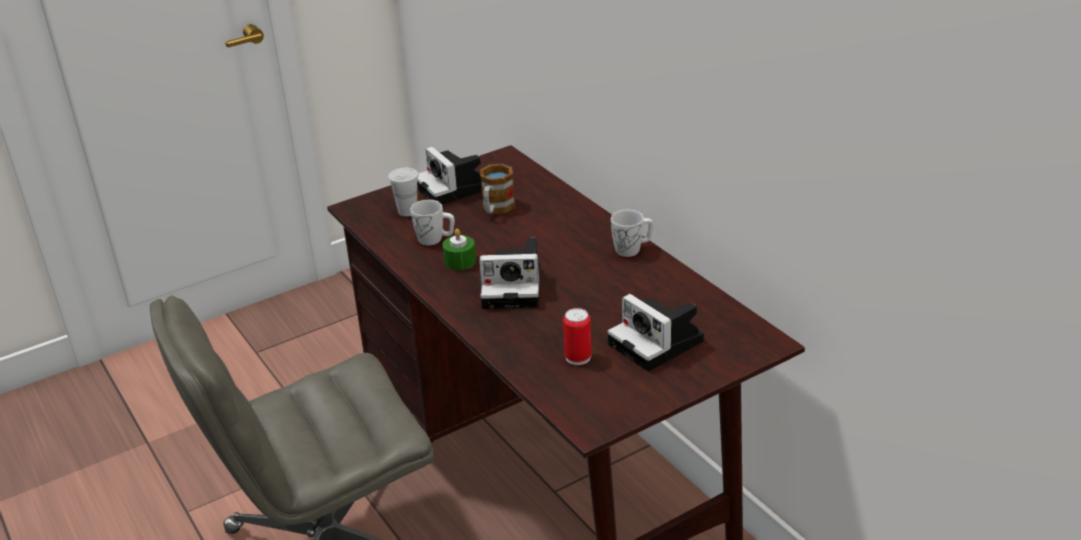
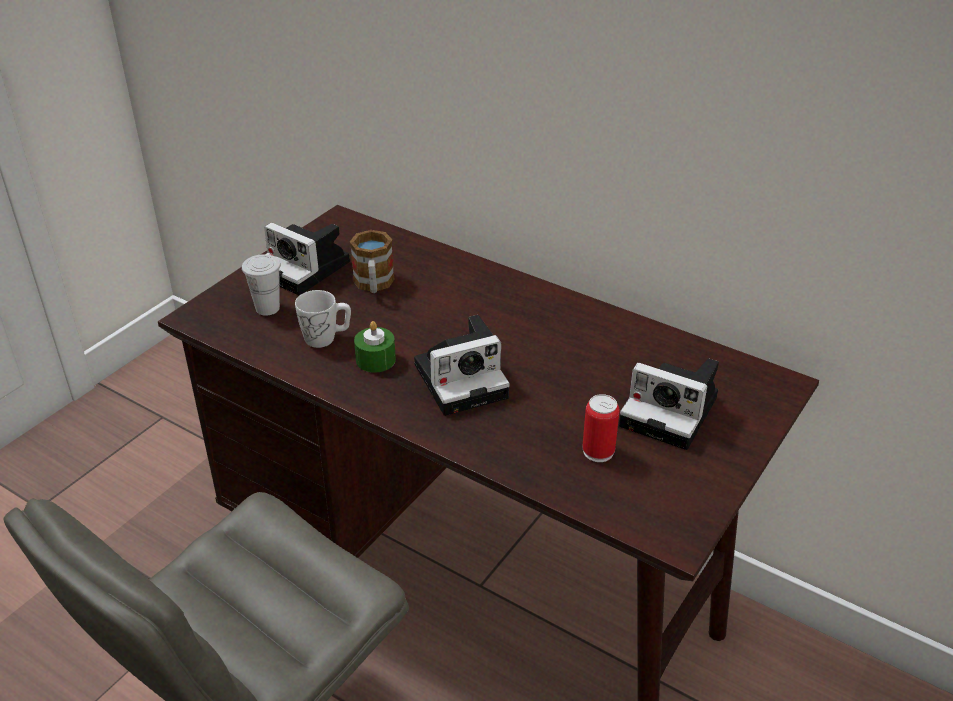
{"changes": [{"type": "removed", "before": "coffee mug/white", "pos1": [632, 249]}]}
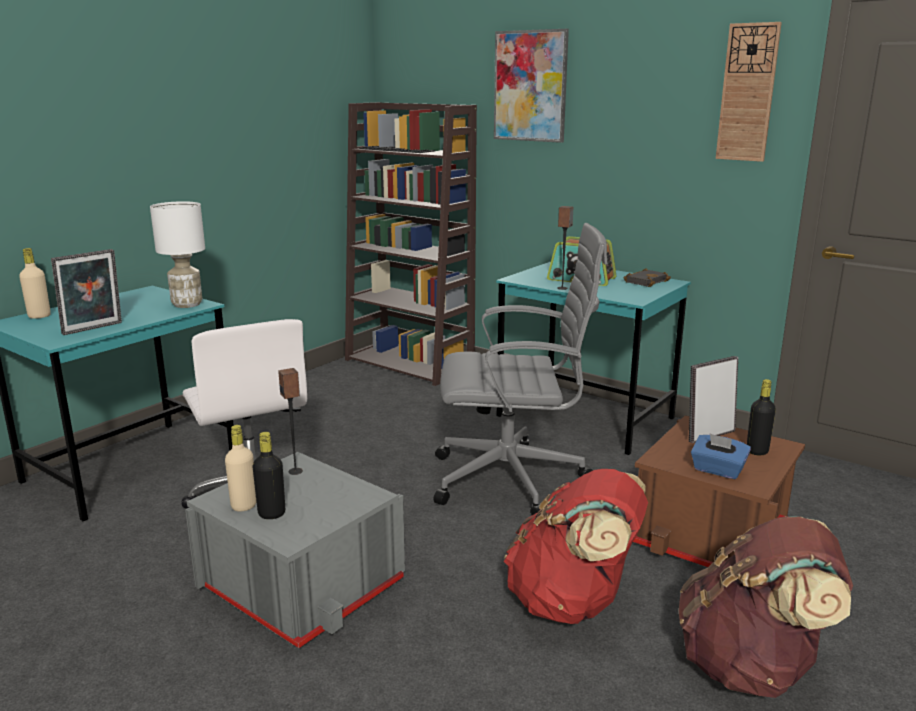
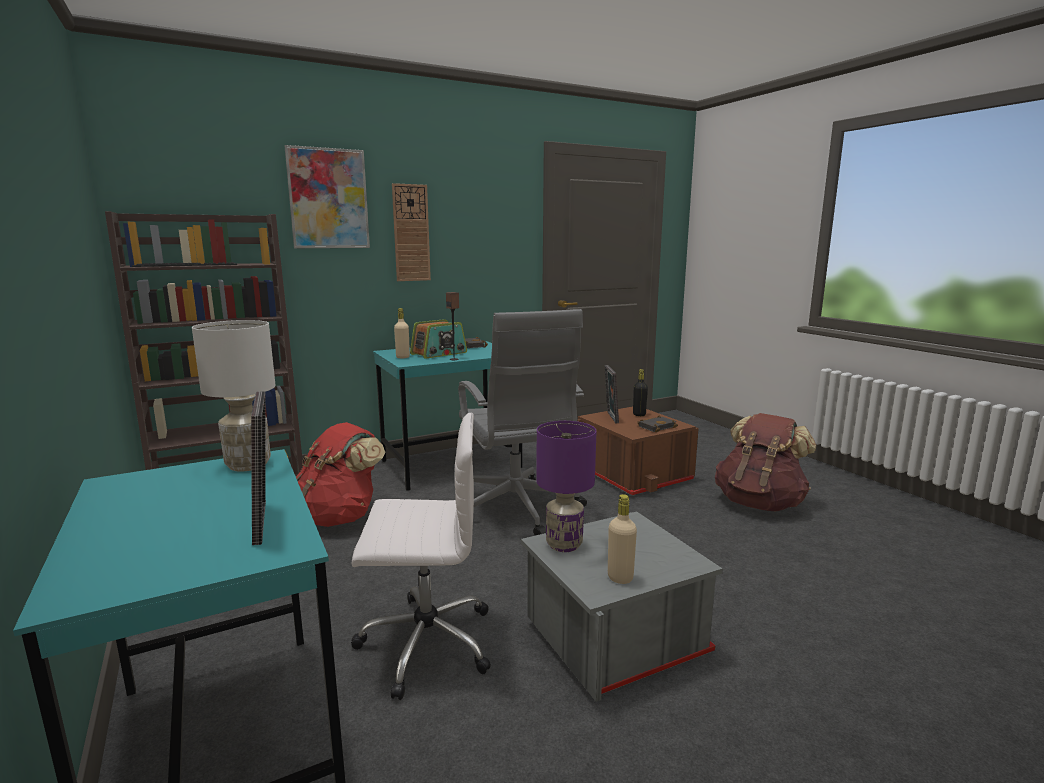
{"changes": [{"type": "removed", "before": "bottle/black-coloured", "pos1": [271, 514]}, {"type": "moved", "before": "bottle/sand-coloured", "pos1": [39, 316], "pos2": [402, 357]}, {"type": "moved", "before": "rucksack/red", "pos1": [573, 602], "pos2": [339, 517]}, {"type": "moved", "before": "clock on the wall", "pos1": [747, 93], "pos2": [411, 233]}, {"type": "replaced", "before": "speaker", "after": "lamp for a table/purple-coloured", "pos1": [296, 471], "pos2": [564, 544]}, {"type": "replaced", "before": "tissue holder/bluish", "after": "book/black-coloured", "pos1": [717, 470], "pos2": [656, 426]}, {"type": "turned", "before": "desk chair/grey", "pos1": [513, 479], "pos2": [516, 510], "turn": 135}]}
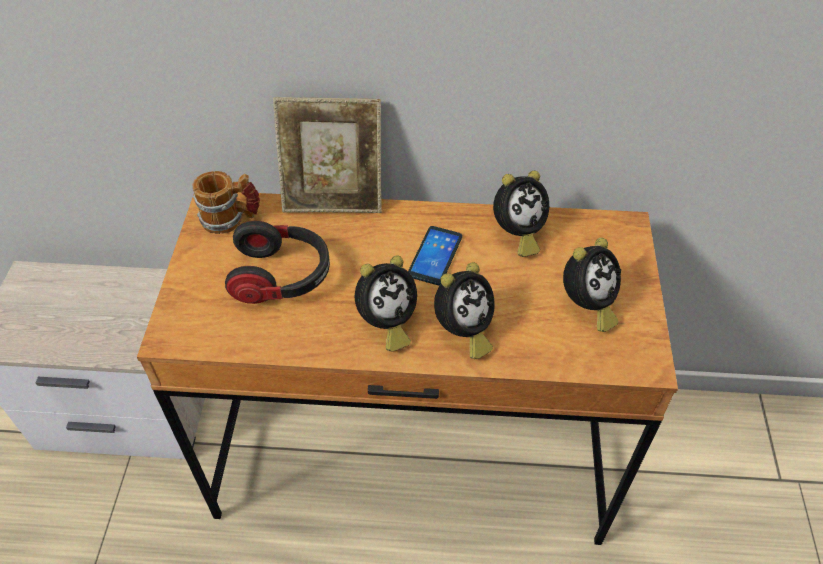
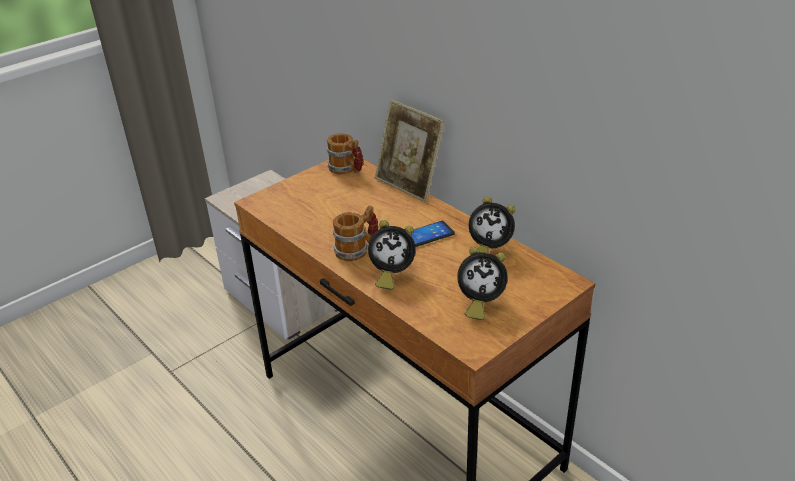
{"changes": [{"type": "removed", "before": "pair of headphones", "pos1": [282, 277]}, {"type": "replaced", "before": "table clock", "after": "coffee mug", "pos1": [386, 324], "pos2": [357, 249]}]}
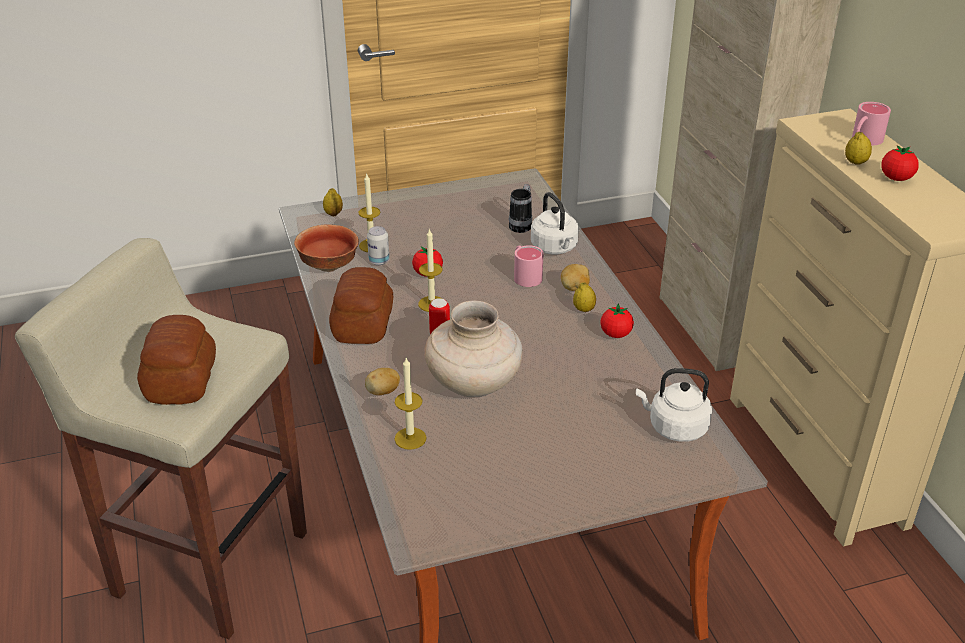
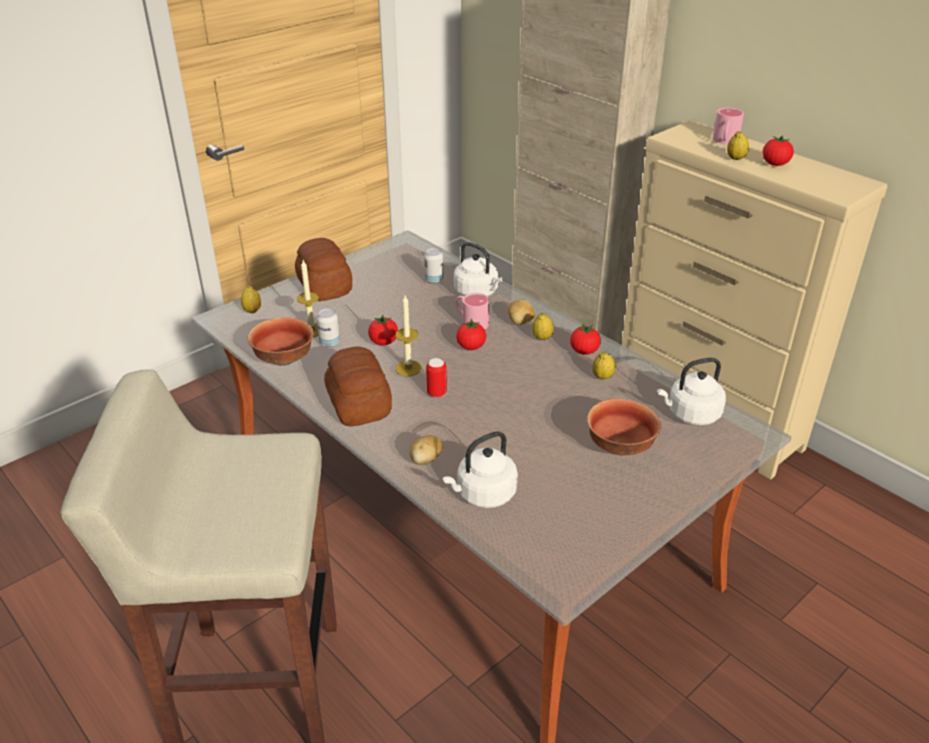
{"changes": [{"type": "removed", "before": "decorative vase/sand-coloured", "pos1": [474, 385]}, {"type": "added", "after": "whole tomato", "pos2": [471, 347]}, {"type": "added", "after": "serving bowl", "pos2": [620, 446]}, {"type": "added", "after": "lemon", "pos2": [602, 377]}, {"type": "moved", "before": "bakery bread", "pos1": [182, 380], "pos2": [325, 286]}, {"type": "replaced", "before": "wax light", "after": "tea kettle/white", "pos1": [410, 438], "pos2": [483, 494]}, {"type": "replaced", "before": "coffee mug", "after": "sealed can", "pos1": [522, 225], "pos2": [434, 280]}]}
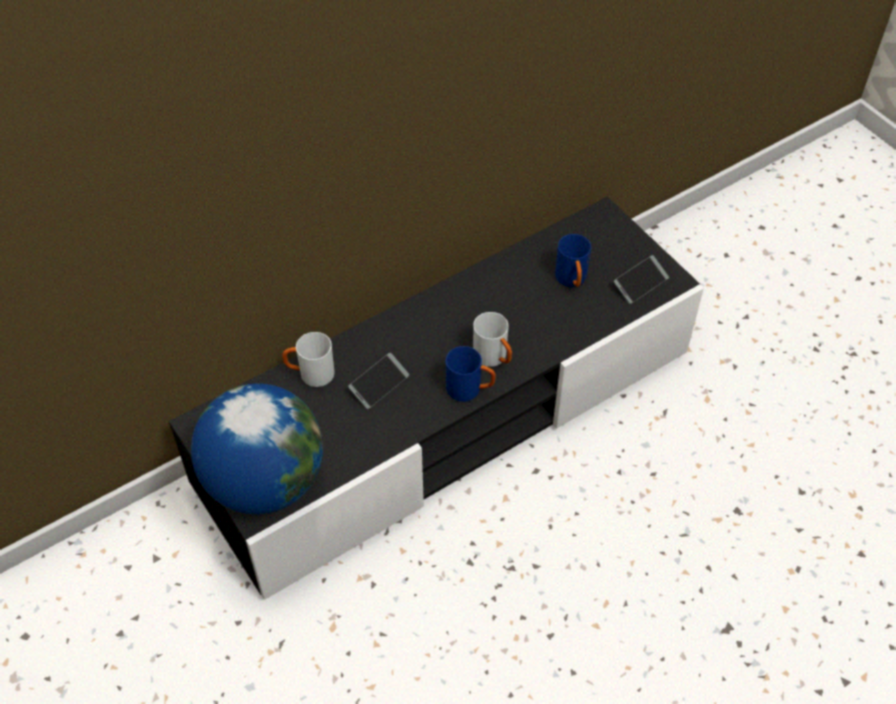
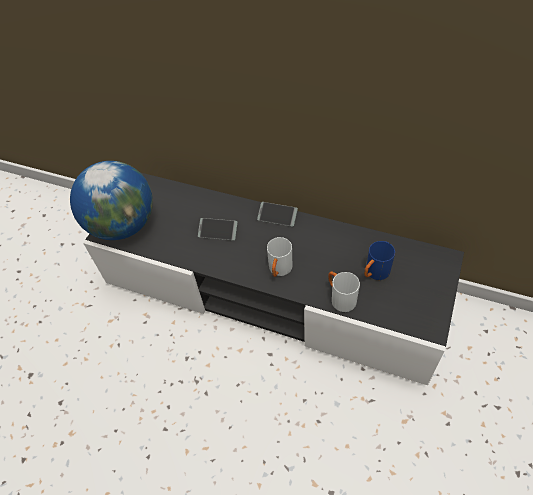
{"changes": [{"type": "removed", "before": "coffee mug/bluish", "pos1": [470, 390]}, {"type": "moved", "before": "coffee mug/white", "pos1": [310, 374], "pos2": [340, 298]}, {"type": "moved", "before": "handset", "pos1": [640, 283], "pos2": [277, 217]}]}
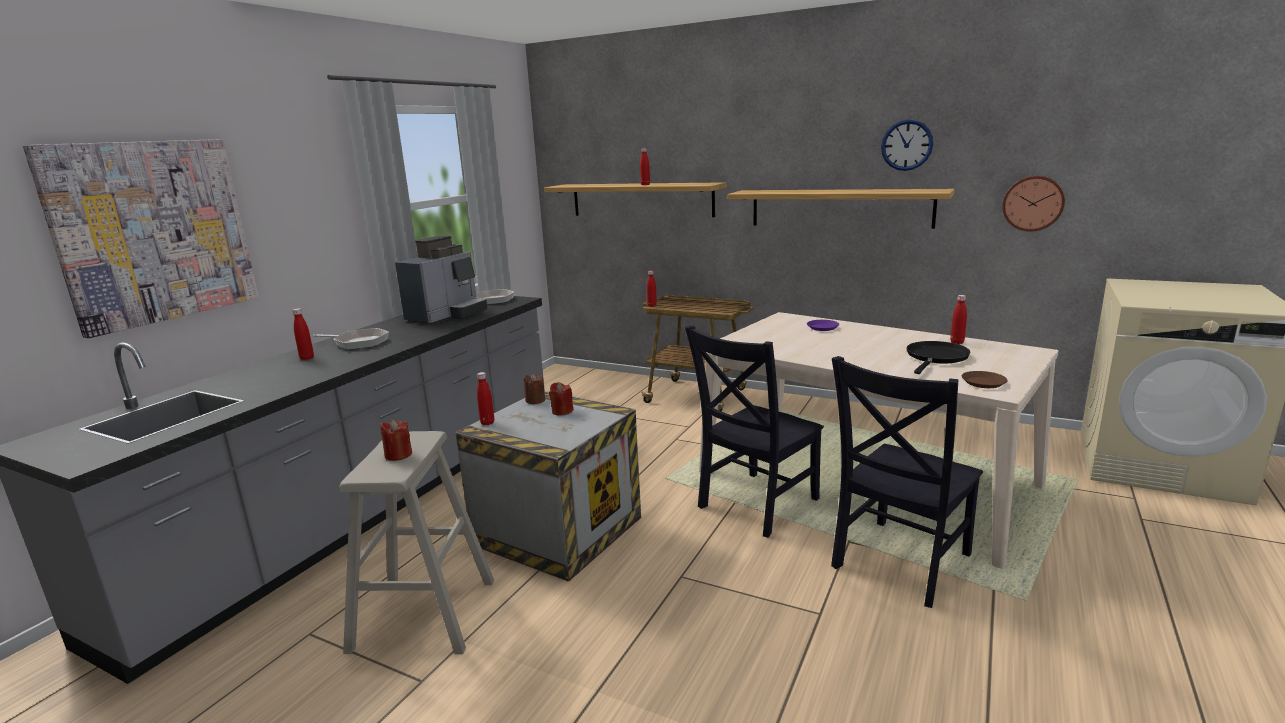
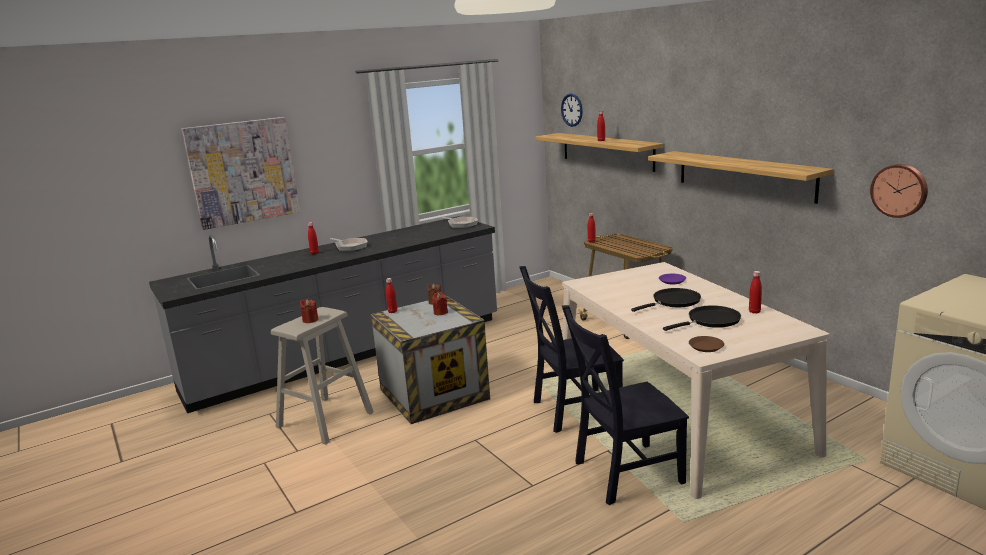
{"changes": [{"type": "removed", "before": "coffee machine", "pos1": [447, 315]}, {"type": "added", "after": "pan/black-coloured", "pos2": [673, 302]}, {"type": "moved", "before": "clock on the wall", "pos1": [906, 145], "pos2": [572, 110]}]}
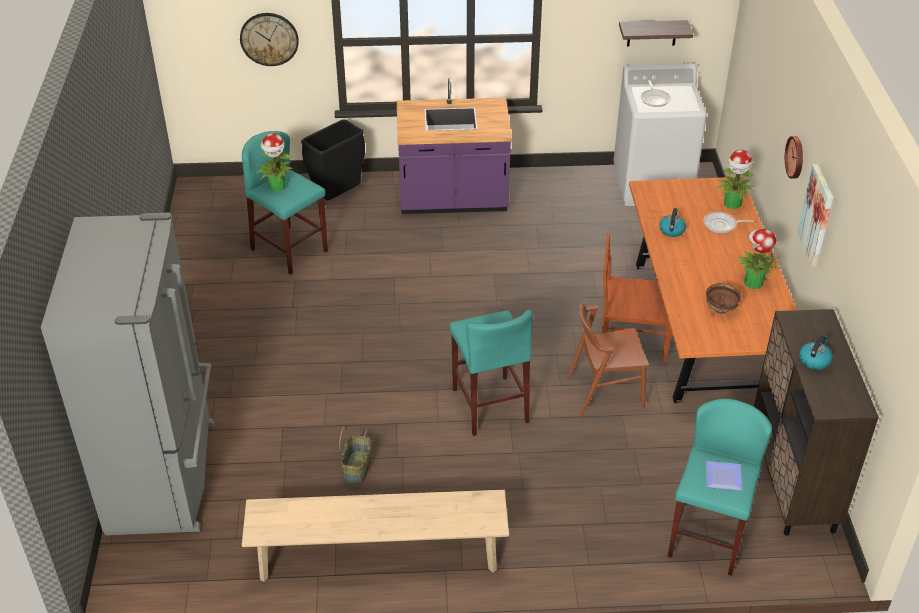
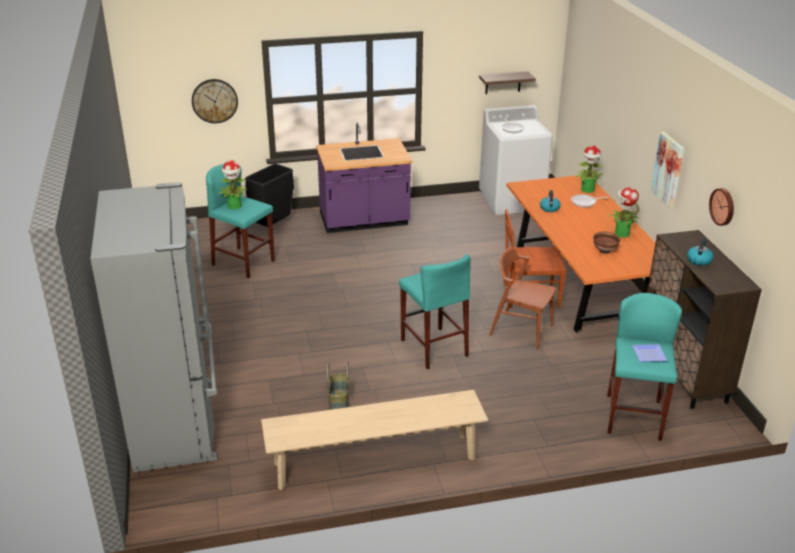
{"changes": [{"type": "moved", "before": "clock on the wall", "pos1": [796, 157], "pos2": [723, 206]}, {"type": "turned", "before": "plain chair/brownish", "pos1": [605, 391], "pos2": [521, 330], "turn": 45}]}
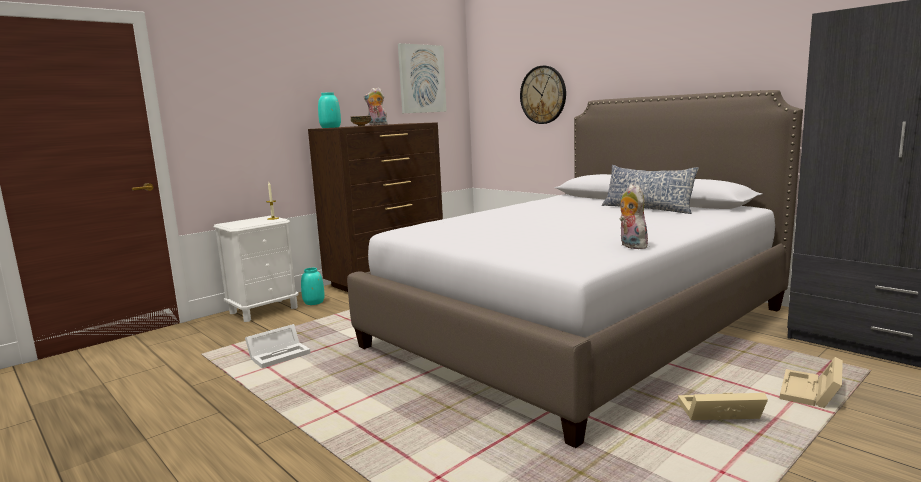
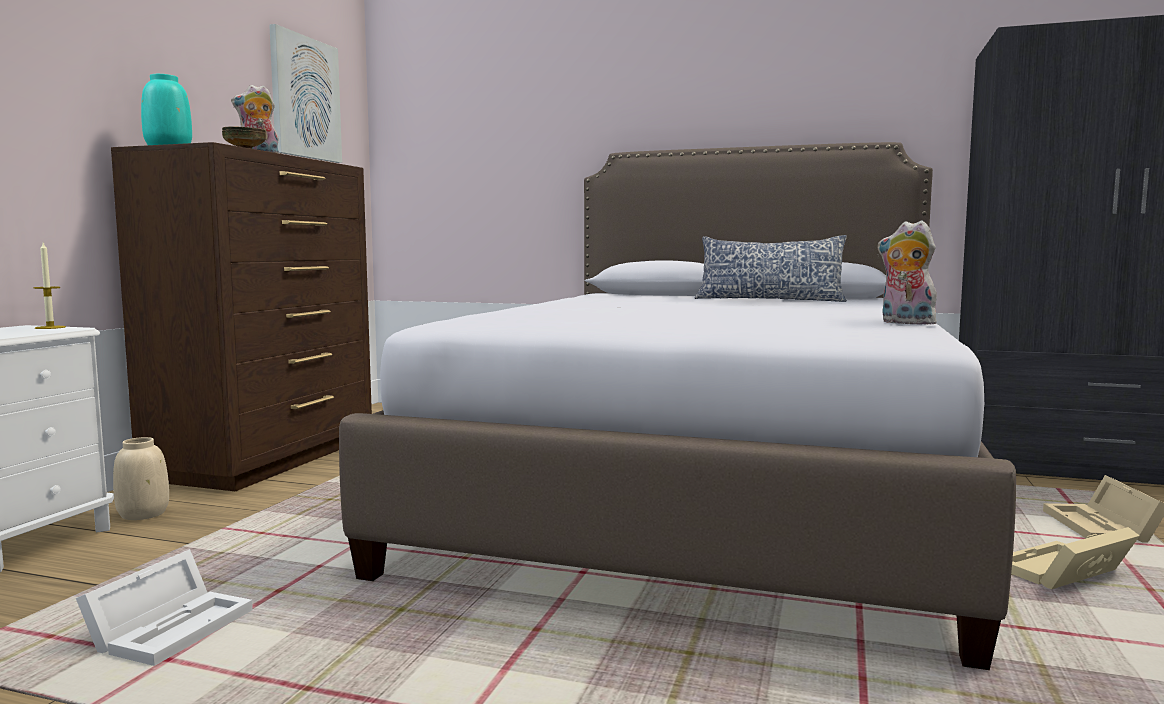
{"changes": [{"type": "removed", "before": "clock on the wall", "pos1": [543, 95]}, {"type": "recoloured", "before": "decorative vase/turquoise-coloured", "after": "decorative vase/sand-coloured", "pos1": [313, 302], "pos2": [143, 514]}]}
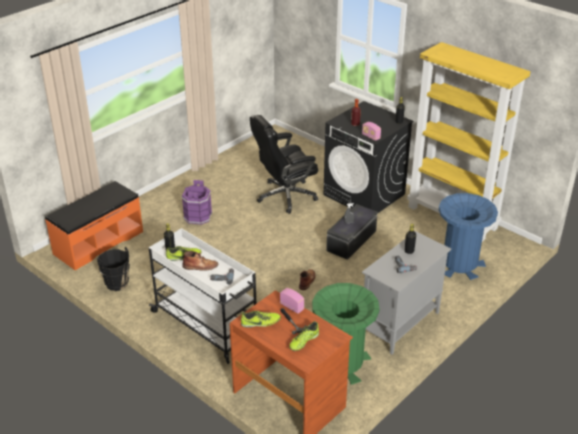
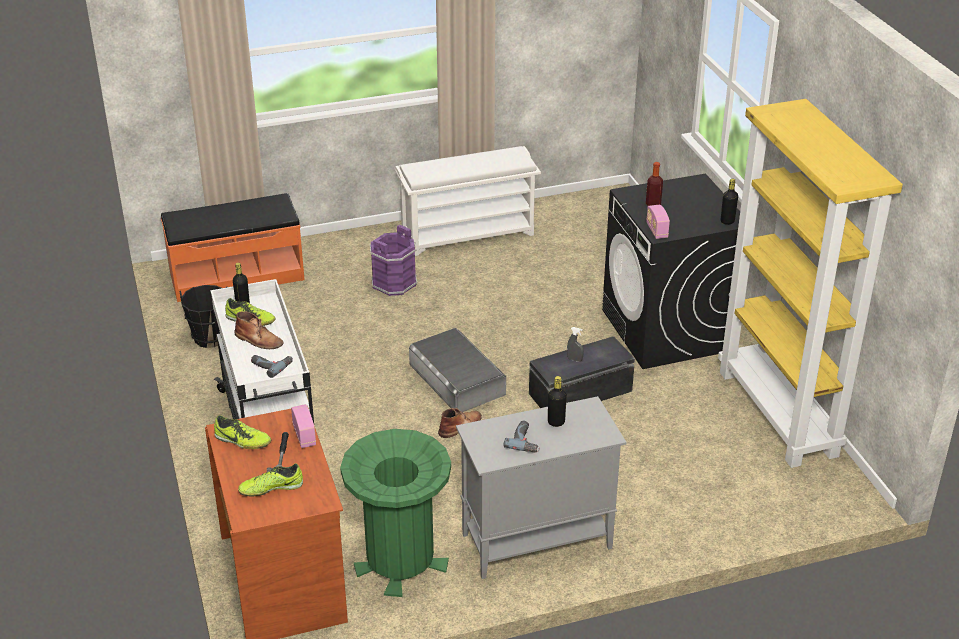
{"changes": [{"type": "removed", "before": "desk chair/black-coloured", "pos1": [285, 196]}, {"type": "removed", "before": "rubbish bin/bluish", "pos1": [459, 264]}, {"type": "added", "after": "shoe stand/white", "pos2": [468, 234]}, {"type": "added", "after": "storage box/grey", "pos2": [456, 379]}]}
